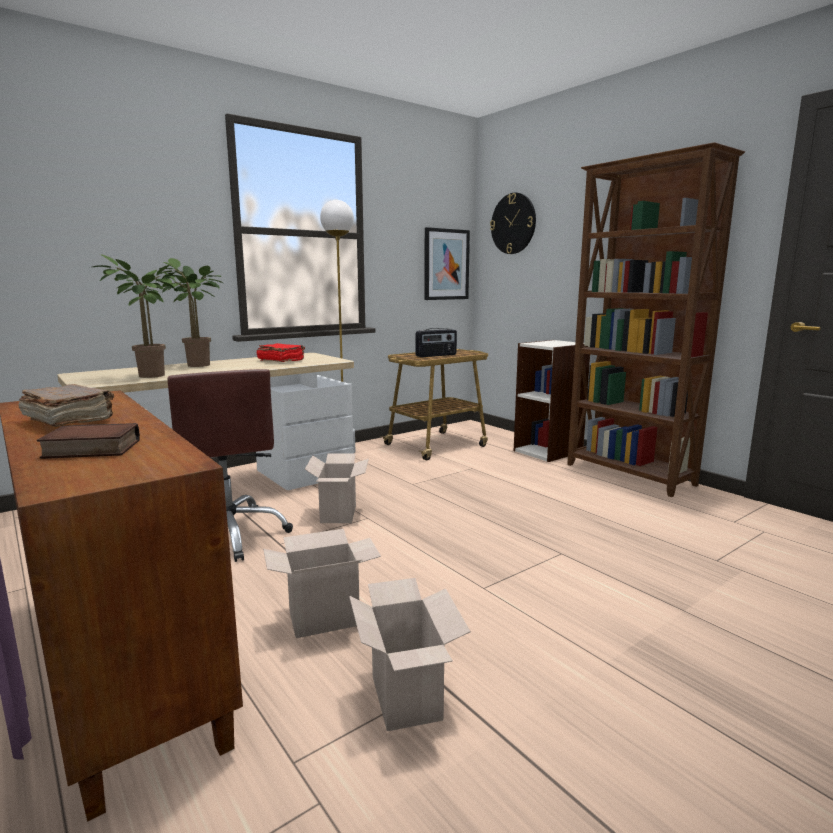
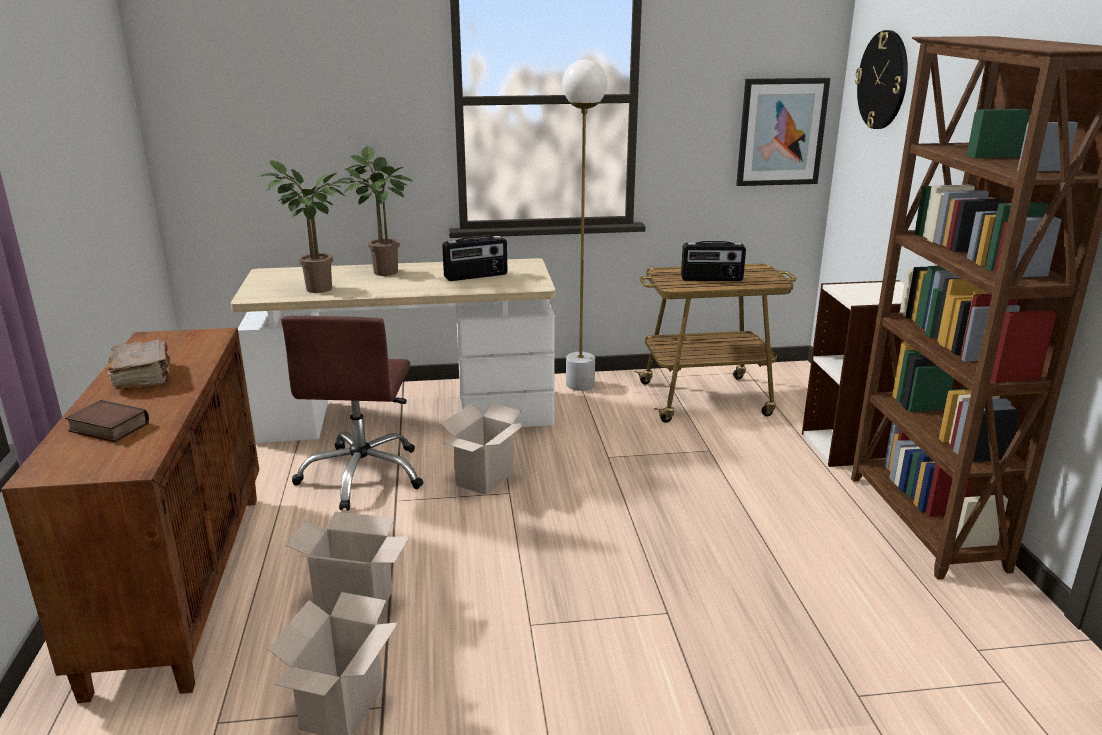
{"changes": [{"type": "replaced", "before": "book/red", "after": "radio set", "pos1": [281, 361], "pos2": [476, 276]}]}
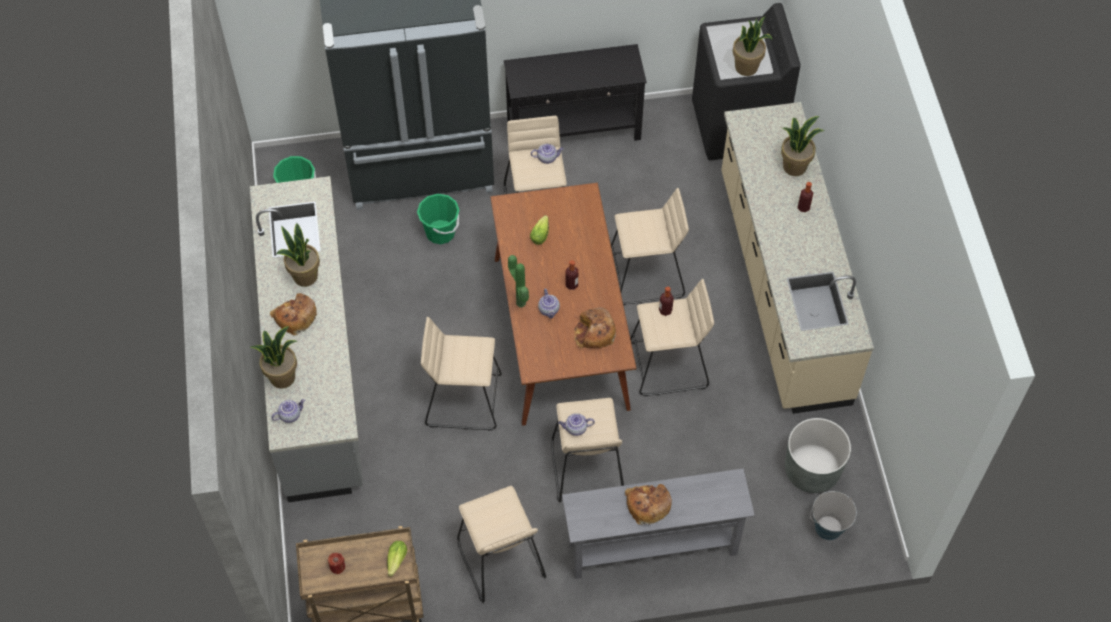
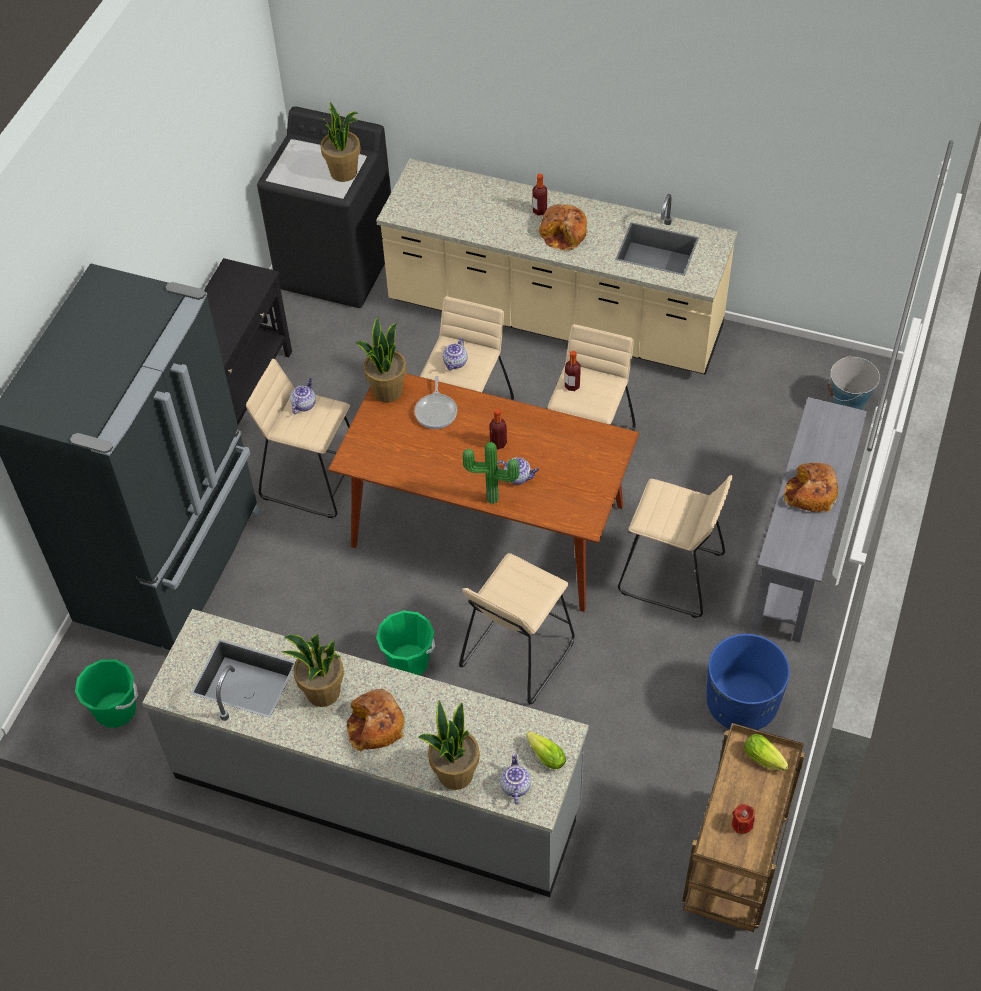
{"changes": [{"type": "removed", "before": "plant pot/grey", "pos1": [812, 470]}, {"type": "added", "after": "pan", "pos2": [436, 411]}, {"type": "moved", "before": "water bucket/greenish", "pos1": [440, 232], "pos2": [408, 661]}, {"type": "moved", "before": "head of lettuce", "pos1": [541, 233], "pos2": [544, 754]}, {"type": "moved", "before": "teapot", "pos1": [575, 428], "pos2": [455, 363]}, {"type": "moved", "before": "bakery bread", "pos1": [594, 333], "pos2": [564, 234]}, {"type": "moved", "before": "potted plant", "pos1": [794, 166], "pos2": [387, 391]}, {"type": "replaced", "before": "stool seat/sand-coloured", "after": "plant pot/bluish", "pos1": [500, 560], "pos2": [741, 703]}]}
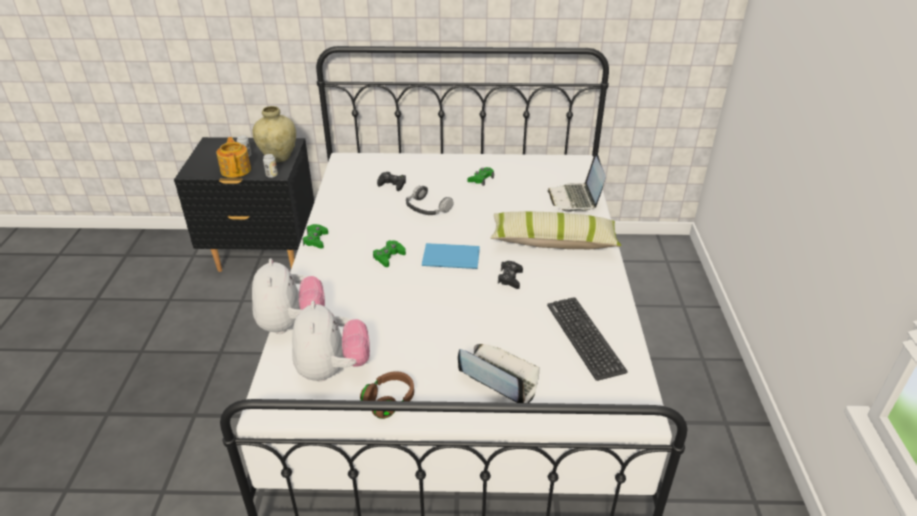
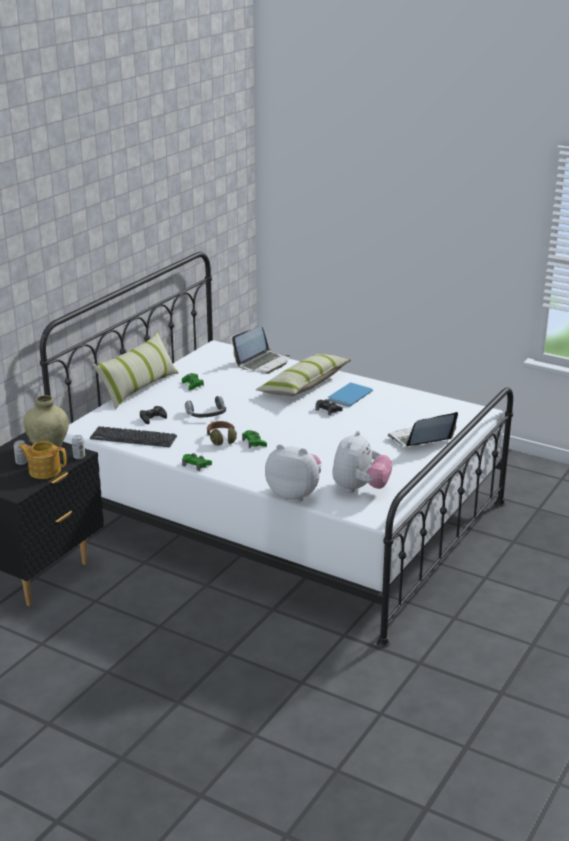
{"changes": [{"type": "added", "after": "pillow", "pos2": [139, 388]}, {"type": "moved", "before": "pair of headphones/brownish", "pos1": [389, 401], "pos2": [221, 439]}, {"type": "moved", "before": "book/bluish", "pos1": [449, 256], "pos2": [348, 396]}, {"type": "moved", "before": "keyboard", "pos1": [584, 337], "pos2": [133, 438]}, {"type": "turned", "before": "plush toy", "pos1": [332, 369], "pos2": [359, 489], "turn": 90}, {"type": "turned", "before": "notebook computer", "pos1": [575, 199], "pos2": [263, 363], "turn": -75}]}
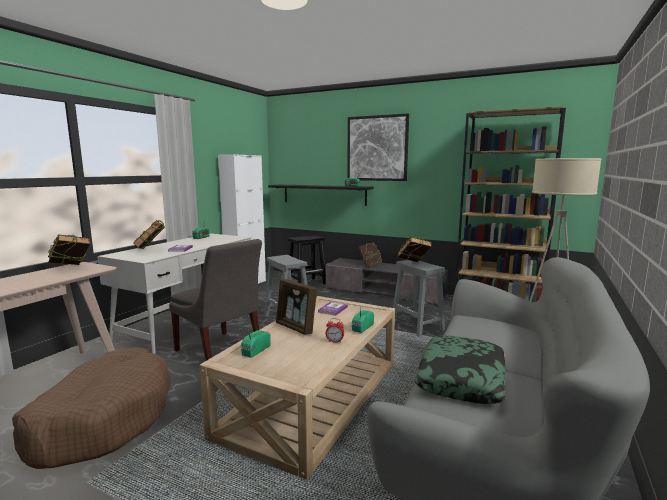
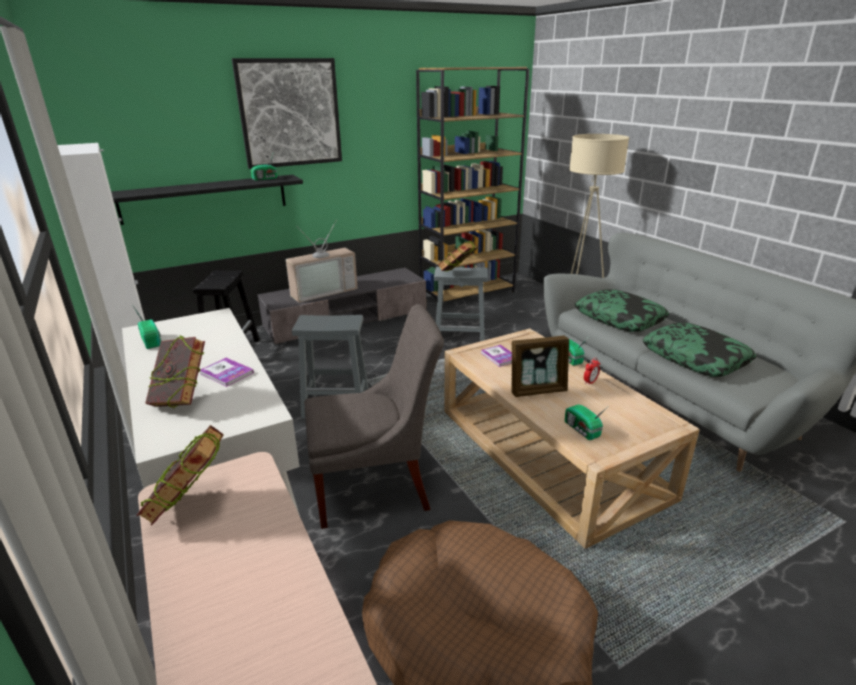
{"changes": [{"type": "added", "after": "pillow", "pos2": [619, 318]}, {"type": "replaced", "before": "book", "after": "television", "pos1": [370, 265], "pos2": [323, 291]}]}
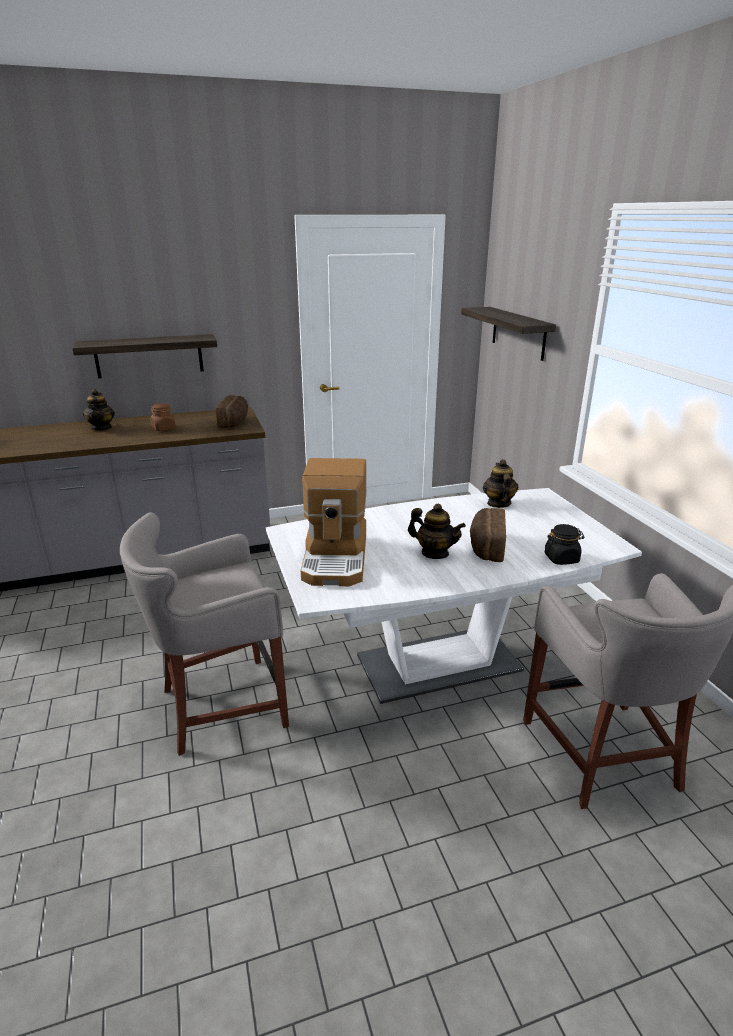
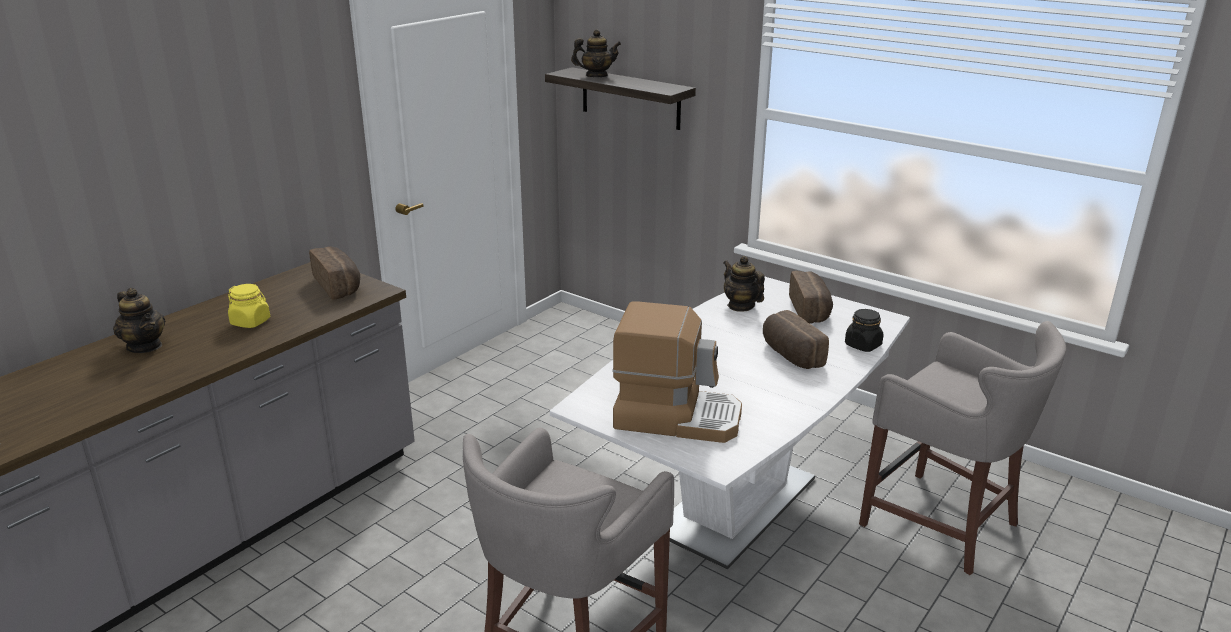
{"changes": [{"type": "removed", "before": "shelf", "pos1": [149, 356]}, {"type": "added", "after": "bakery bread", "pos2": [811, 311]}, {"type": "moved", "before": "teapot", "pos1": [434, 553], "pos2": [596, 76]}, {"type": "recoloured", "before": "preserve jar/brownish", "after": "preserve jar/yellow", "pos1": [163, 428], "pos2": [251, 322]}, {"type": "turned", "before": "coffee machine", "pos1": [337, 558], "pos2": [676, 416], "turn": -45}]}
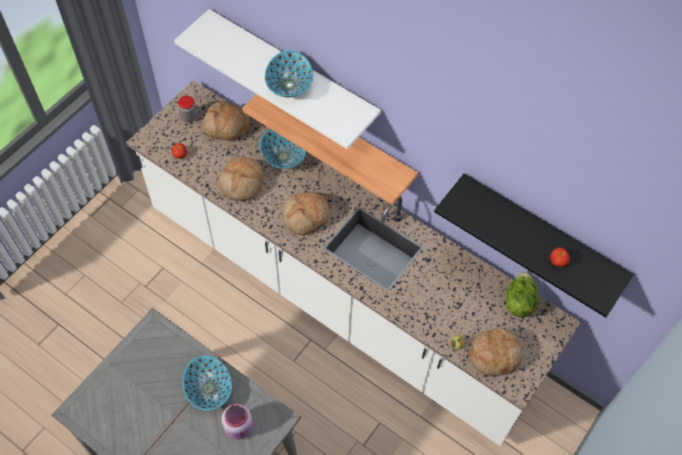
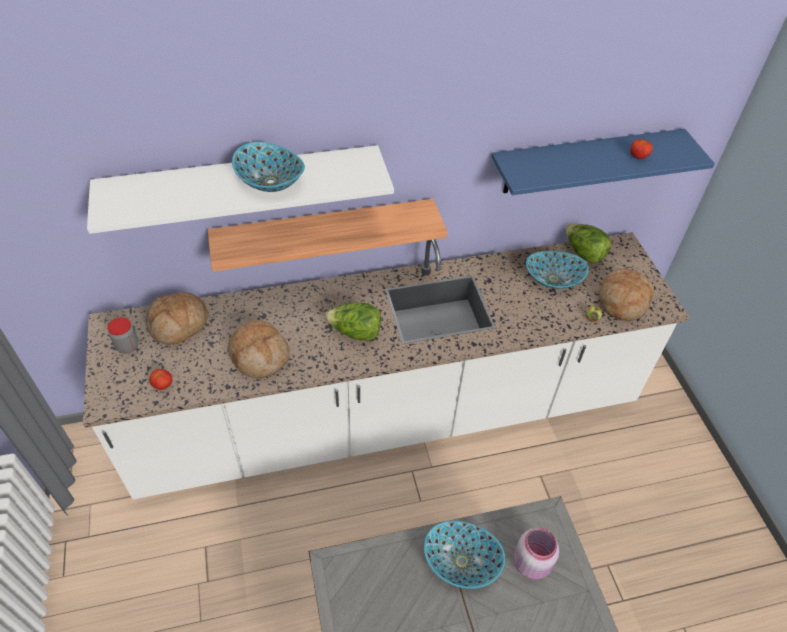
{"changes": [{"type": "moved", "before": "serving bowl", "pos1": [283, 157], "pos2": [553, 280]}, {"type": "replaced", "before": "bakery bread", "after": "head of lettuce", "pos1": [306, 217], "pos2": [355, 333]}, {"type": "recoloured", "before": "shelf/black-coloured", "after": "shelf/bluish", "pos1": [541, 234], "pos2": [584, 161]}]}
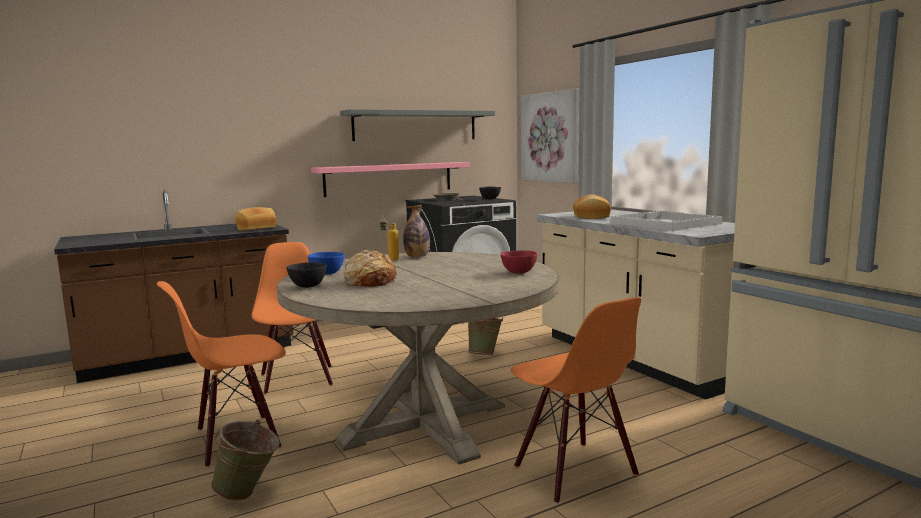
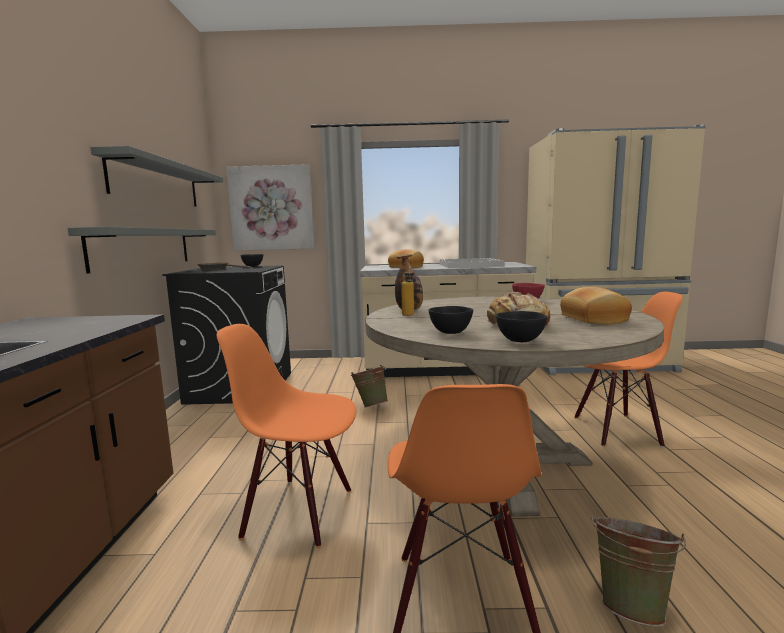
{"changes": [{"type": "moved", "before": "bakery bread", "pos1": [256, 228], "pos2": [592, 319]}, {"type": "recoloured", "before": "serving bowl/bluish", "after": "serving bowl/black-coloured", "pos1": [326, 273], "pos2": [450, 332]}, {"type": "recoloured", "before": "shelf/pink", "after": "shelf/grey", "pos1": [389, 178], "pos2": [143, 247]}]}
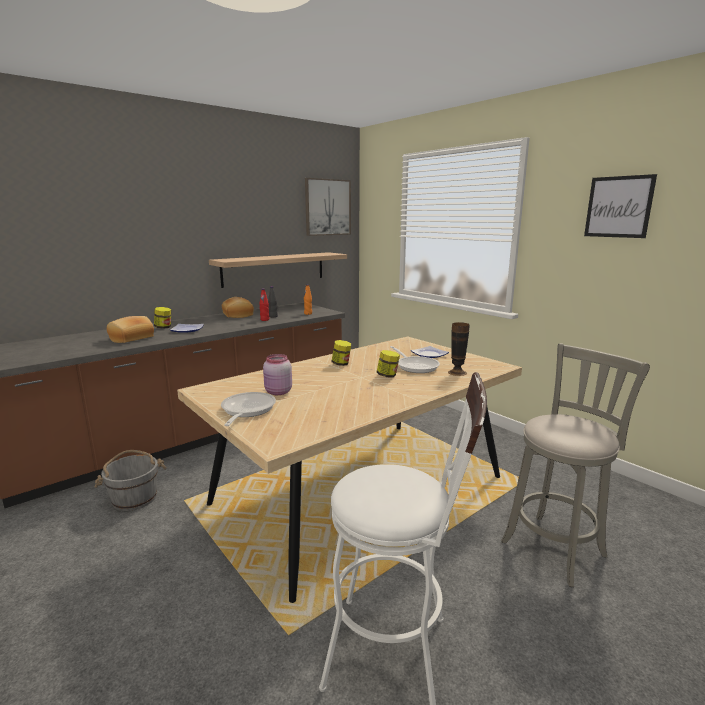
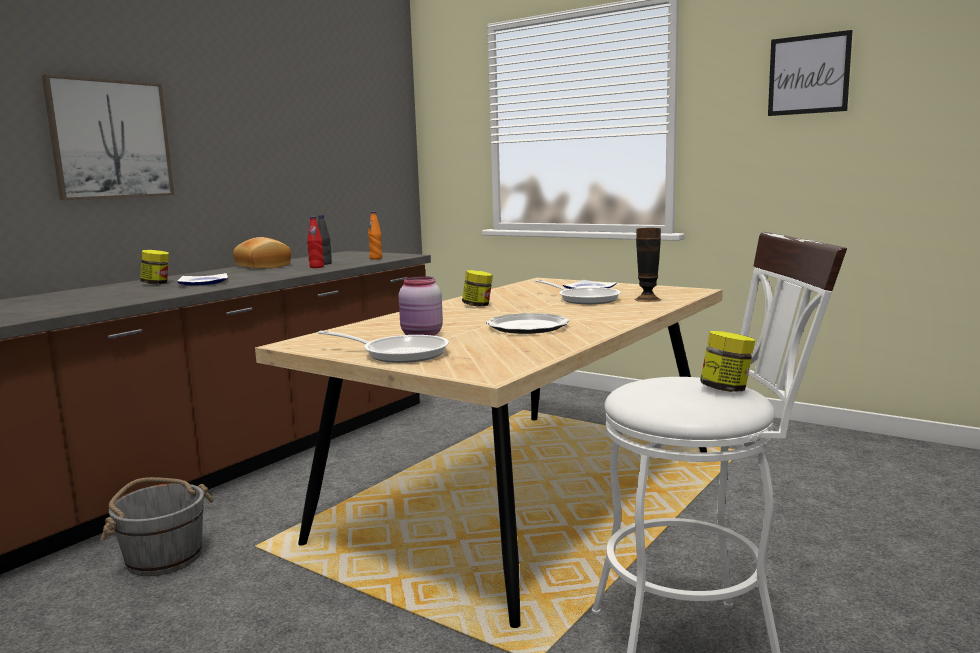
{"changes": [{"type": "removed", "before": "bakery bread", "pos1": [132, 338]}, {"type": "removed", "before": "shelf", "pos1": [274, 269]}, {"type": "removed", "before": "stool seat/grey", "pos1": [556, 546]}, {"type": "added", "after": "plate", "pos2": [528, 327]}, {"type": "moved", "before": "wall art", "pos1": [327, 207], "pos2": [110, 139]}, {"type": "moved", "before": "preserve jar", "pos1": [387, 375], "pos2": [726, 389]}, {"type": "turned", "before": "pan", "pos1": [246, 410], "pos2": [399, 353], "turn": 120}]}
